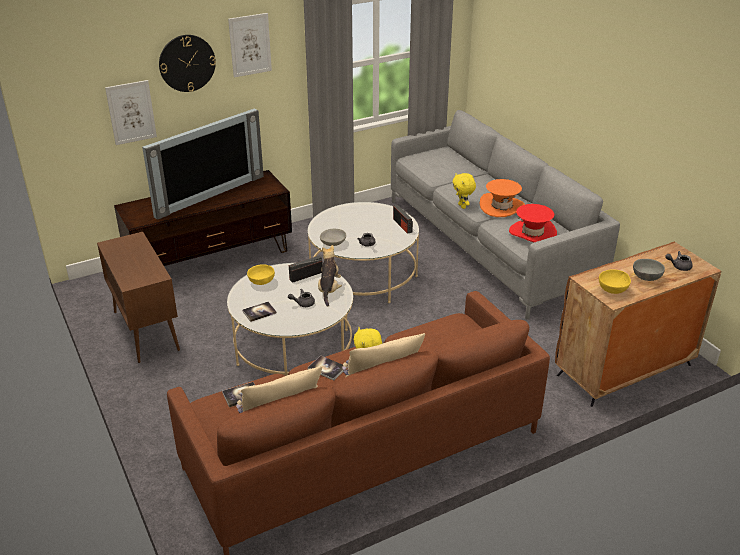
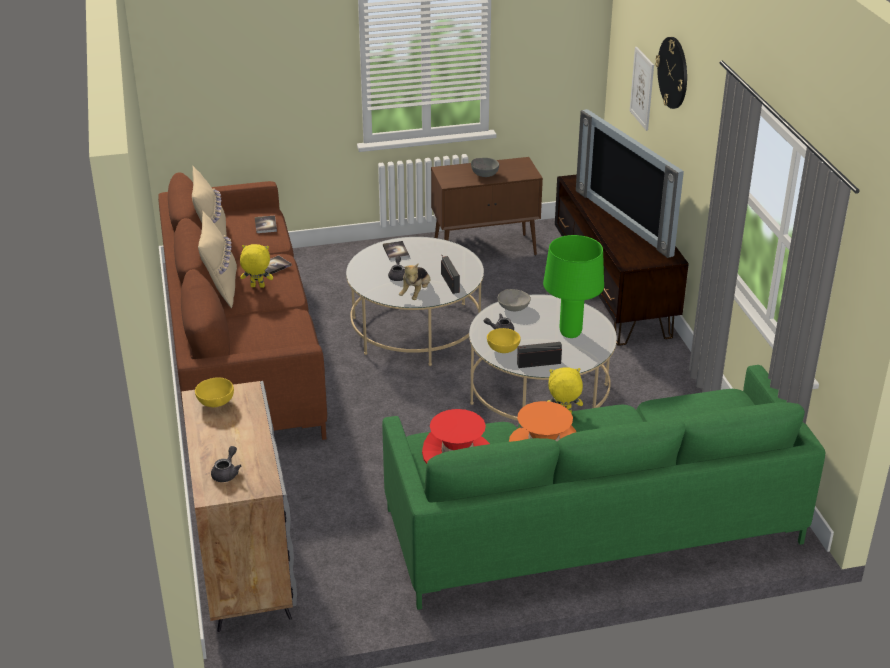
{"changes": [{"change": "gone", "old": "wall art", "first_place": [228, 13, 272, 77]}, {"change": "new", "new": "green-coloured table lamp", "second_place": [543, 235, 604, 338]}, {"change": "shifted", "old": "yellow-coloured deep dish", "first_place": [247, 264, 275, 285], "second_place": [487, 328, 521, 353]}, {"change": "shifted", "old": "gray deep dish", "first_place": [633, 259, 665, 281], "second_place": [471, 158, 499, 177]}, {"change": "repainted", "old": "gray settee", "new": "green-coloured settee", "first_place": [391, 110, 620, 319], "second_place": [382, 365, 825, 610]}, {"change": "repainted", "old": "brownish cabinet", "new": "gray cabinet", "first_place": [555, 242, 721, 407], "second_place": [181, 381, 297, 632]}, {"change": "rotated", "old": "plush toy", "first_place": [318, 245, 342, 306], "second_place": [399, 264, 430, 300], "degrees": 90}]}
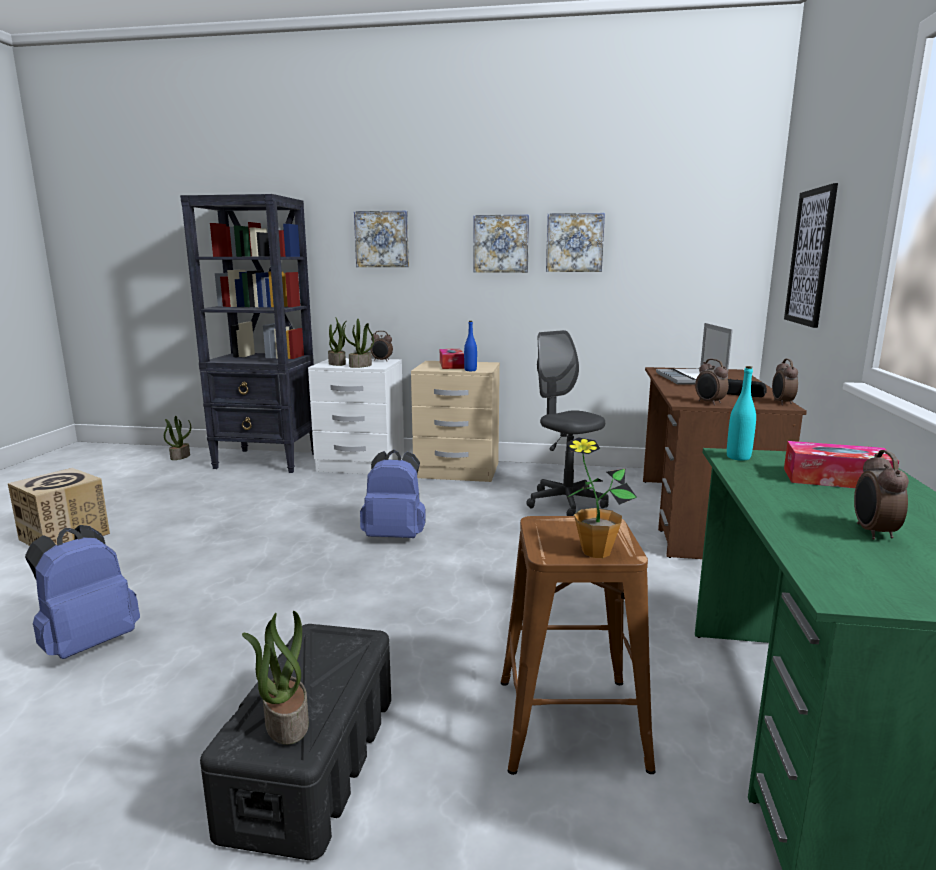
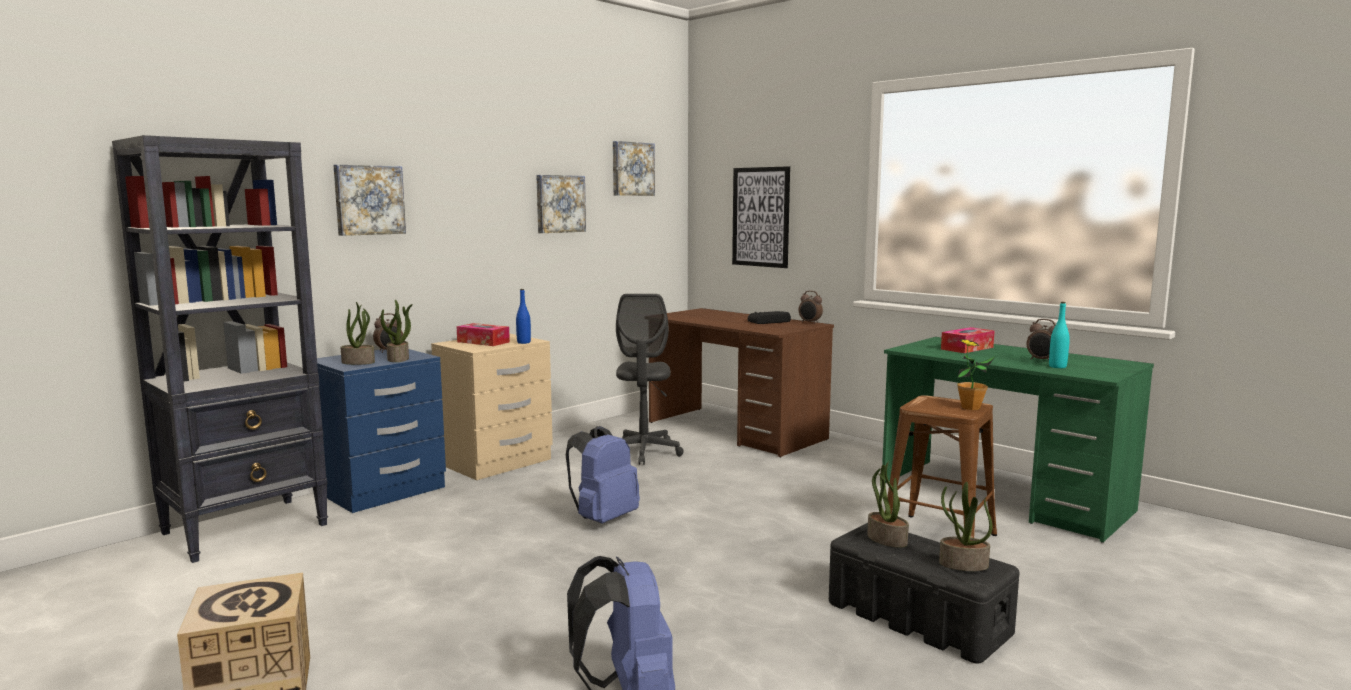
{"changes": [{"change": "gone", "old": "notebook computer", "first_place": [656, 323, 733, 385]}, {"change": "gone", "old": "alarm clock", "first_place": [695, 359, 729, 405]}, {"change": "shifted", "old": "potted plant", "first_place": [164, 416, 191, 460], "second_place": [867, 462, 909, 548]}, {"change": "shifted", "old": "wall art", "first_place": [473, 214, 529, 273], "second_place": [613, 141, 655, 196]}, {"change": "shifted", "old": "turquoise-coloured beverage bottle", "first_place": [727, 366, 756, 461], "second_place": [1049, 302, 1070, 368]}, {"change": "repainted", "old": "white-coloured night table", "new": "bluish night table", "first_place": [308, 358, 404, 474], "second_place": [317, 349, 446, 513]}, {"change": "rotated", "old": "gray office chair", "first_place": [526, 330, 609, 516], "second_place": [616, 294, 684, 465], "degrees": -90}]}
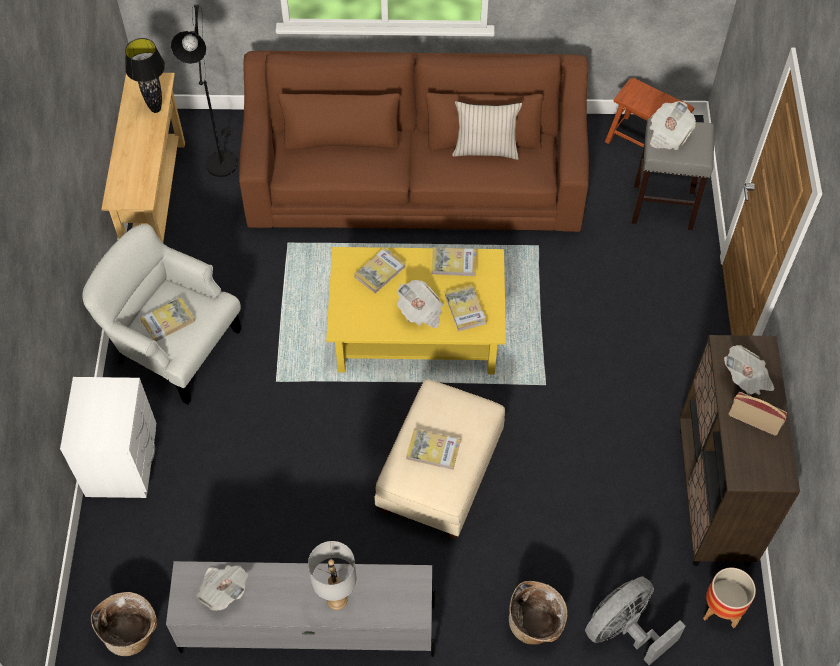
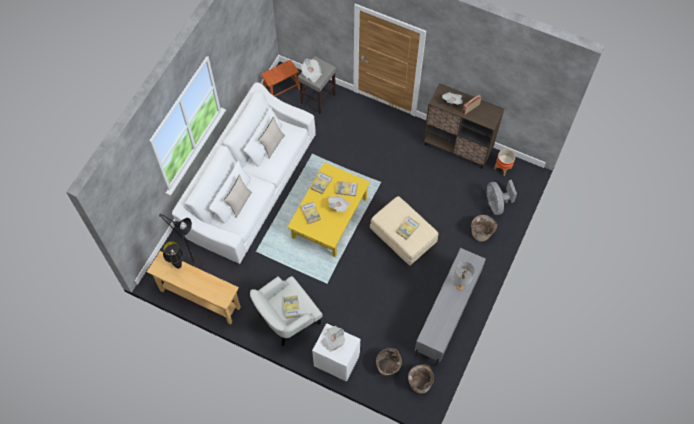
{"changes": [{"change": "new", "new": "beige cushion", "second_place": [224, 174, 252, 218]}, {"change": "new", "new": "storage basket", "second_place": [376, 348, 402, 376]}, {"change": "shifted", "old": "newspaper", "first_place": [196, 565, 248, 611], "second_place": [321, 326, 345, 352]}, {"change": "repainted", "old": "brownish settee", "new": "white-coloured settee", "first_place": [239, 51, 589, 232], "second_place": [172, 82, 316, 264]}]}
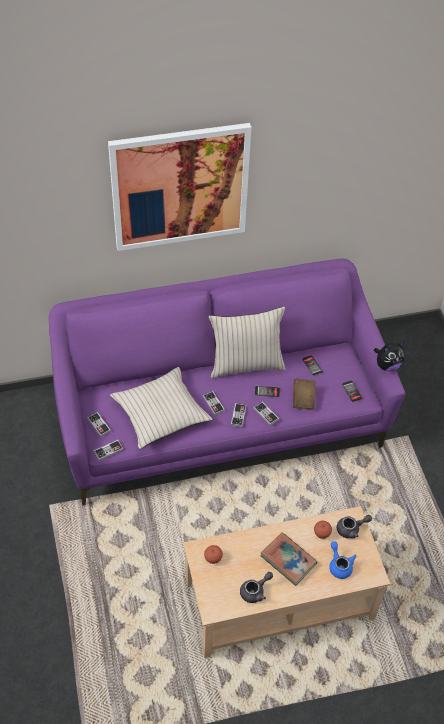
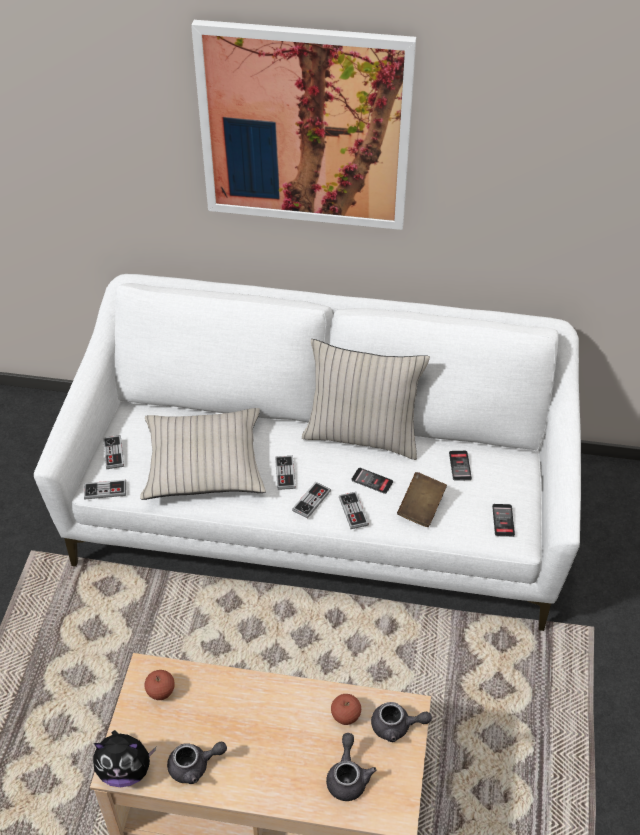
{"changes": [{"change": "gone", "old": "volume", "first_place": [261, 532, 317, 586]}, {"change": "shifted", "old": "plush toy", "first_place": [374, 342, 405, 371], "second_place": [93, 730, 156, 787]}, {"change": "repainted", "old": "purple-coloured settee", "new": "white-coloured settee", "first_place": [48, 259, 405, 506], "second_place": [34, 274, 581, 631]}, {"change": "repainted", "old": "bluish teapot", "new": "gray teapot", "first_place": [329, 541, 357, 579], "second_place": [326, 733, 376, 801]}]}
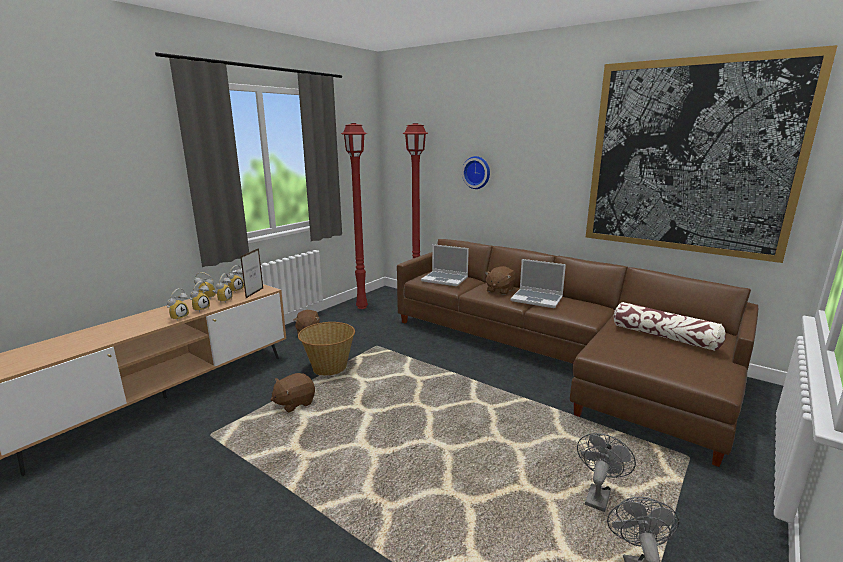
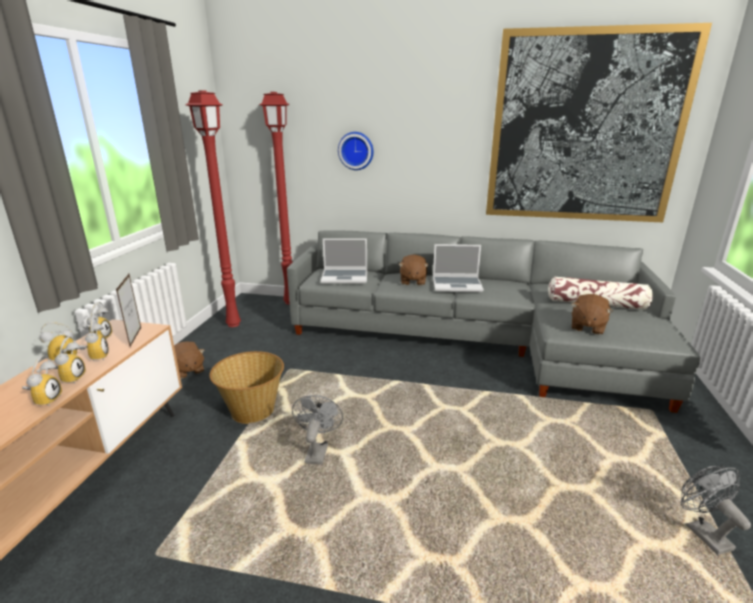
{"changes": [{"change": "shifted", "old": "brownish plush toy", "first_place": [271, 373, 315, 412], "second_place": [571, 294, 613, 335]}, {"change": "shifted", "old": "gray fan", "first_place": [577, 433, 636, 512], "second_place": [292, 395, 343, 465]}, {"change": "repainted", "old": "brownish settee", "new": "gray settee", "first_place": [397, 239, 758, 467], "second_place": [287, 230, 700, 413]}]}
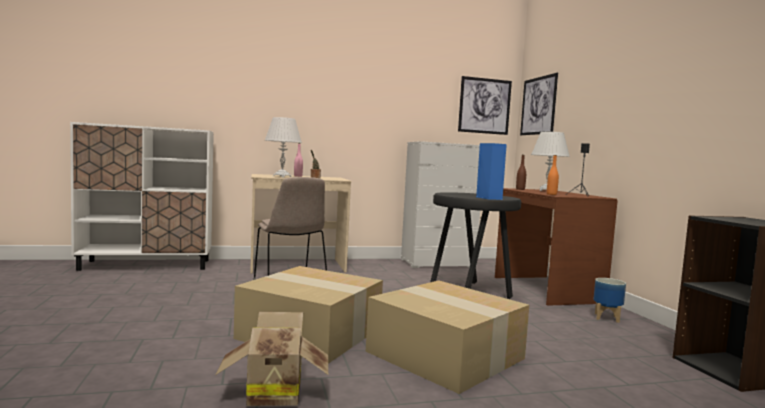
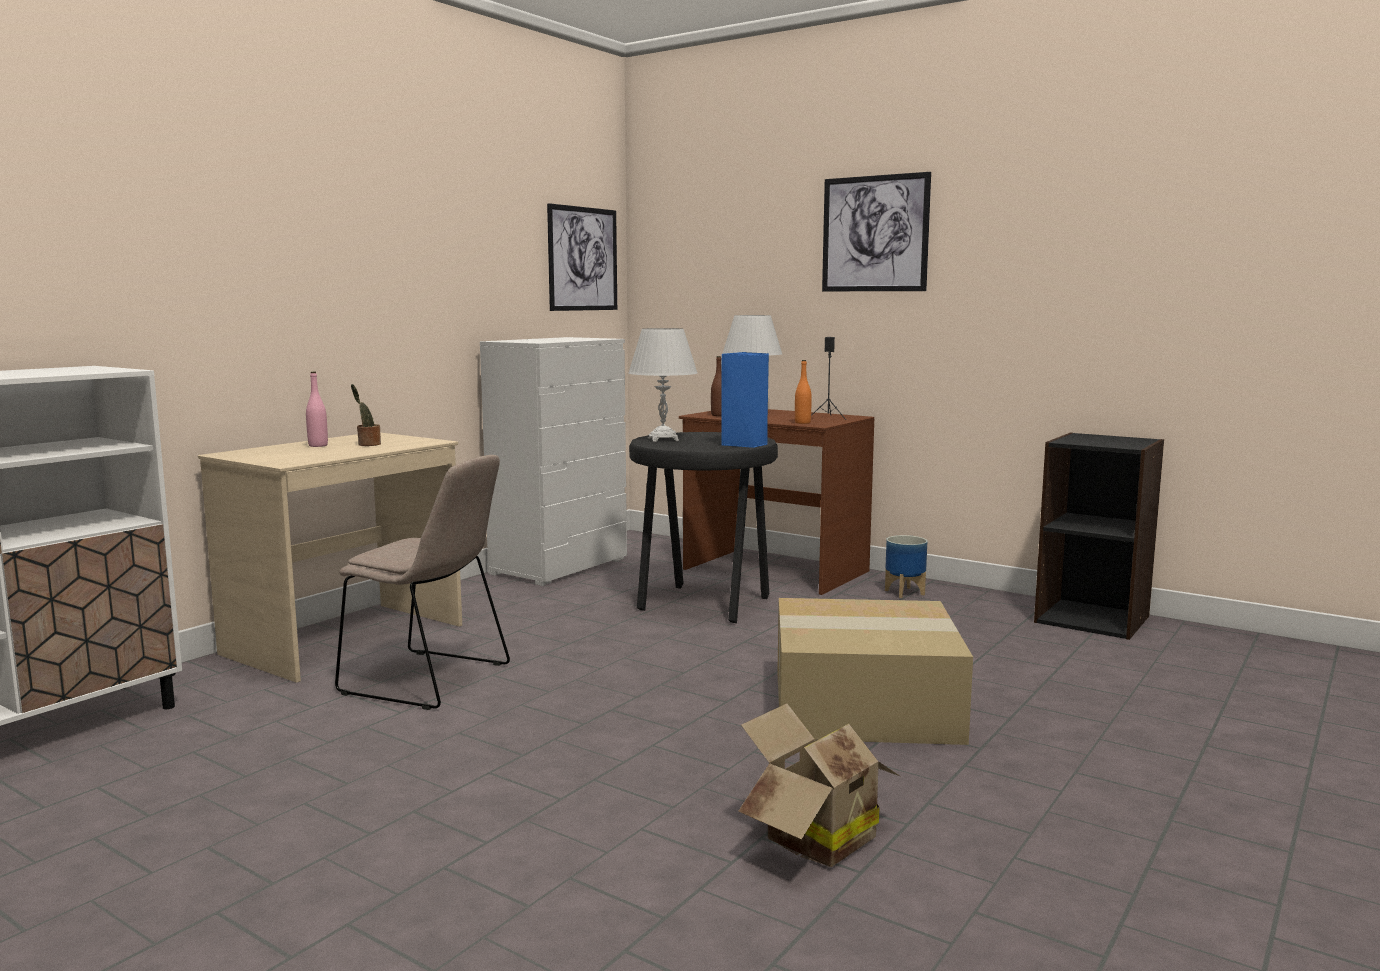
{"changes": [{"change": "gone", "old": "packing box", "first_place": [234, 266, 383, 364]}, {"change": "shifted", "old": "white-coloured table lamp", "first_place": [265, 117, 302, 177], "second_place": [628, 328, 697, 442]}, {"change": "shifted", "old": "wall art", "first_place": [520, 73, 558, 135], "second_place": [822, 172, 931, 291]}]}
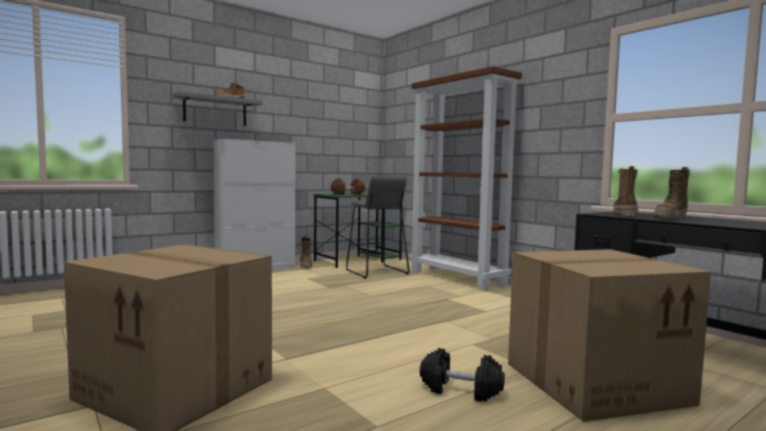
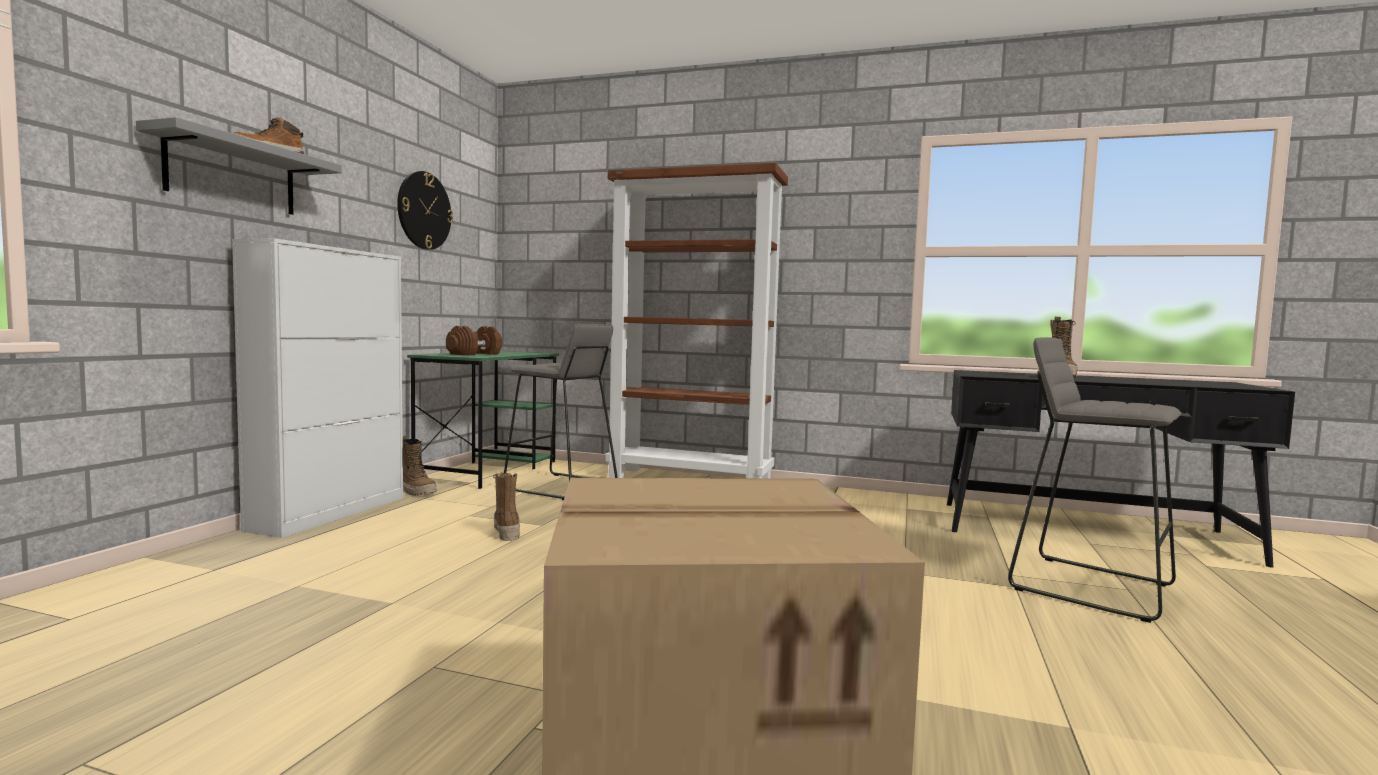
{"changes": [{"change": "gone", "old": "blackish free weight", "first_place": [420, 348, 505, 402]}, {"change": "new", "new": "clock on the wall", "second_place": [397, 171, 453, 250]}, {"change": "shifted", "old": "high-top boot", "first_place": [613, 166, 638, 216], "second_place": [493, 473, 520, 541]}, {"change": "swapped", "old": "packing box", "new": "gray stool", "first_place": [508, 249, 711, 422], "second_place": [1008, 337, 1181, 623]}]}
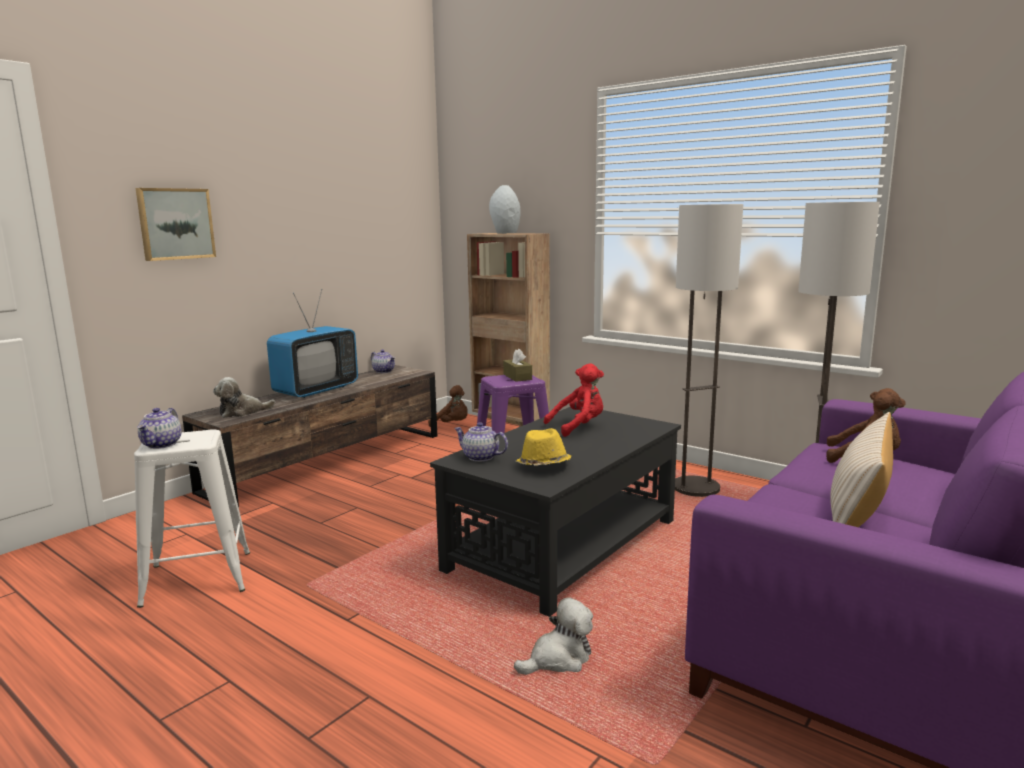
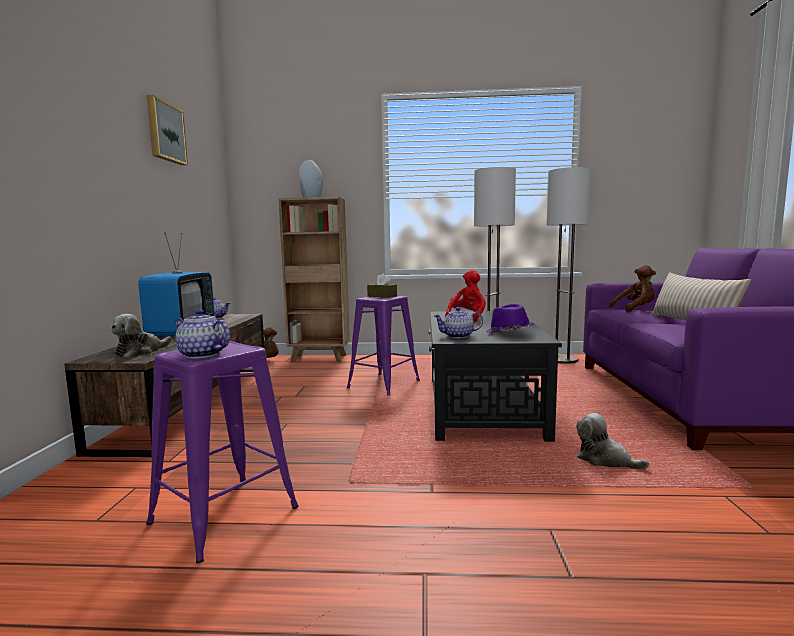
{"changes": [{"change": "shifted", "old": "wall art", "first_place": [136, 188, 216, 261], "second_place": [147, 95, 188, 165]}, {"change": "repainted", "old": "white-coloured stool", "new": "purple-coloured stool", "first_place": [134, 429, 250, 608], "second_place": [146, 341, 298, 563]}, {"change": "repainted", "old": "yellow-coloured clothing hat", "new": "purple-coloured clothing hat", "first_place": [516, 428, 572, 466], "second_place": [486, 304, 533, 333]}, {"change": "rotated", "old": "teapot", "first_place": [137, 408, 181, 449], "second_place": [174, 310, 230, 359], "degrees": 150}, {"change": "rotated", "old": "plush toy", "first_place": [514, 598, 593, 675], "second_place": [576, 413, 649, 470], "degrees": -75}]}
